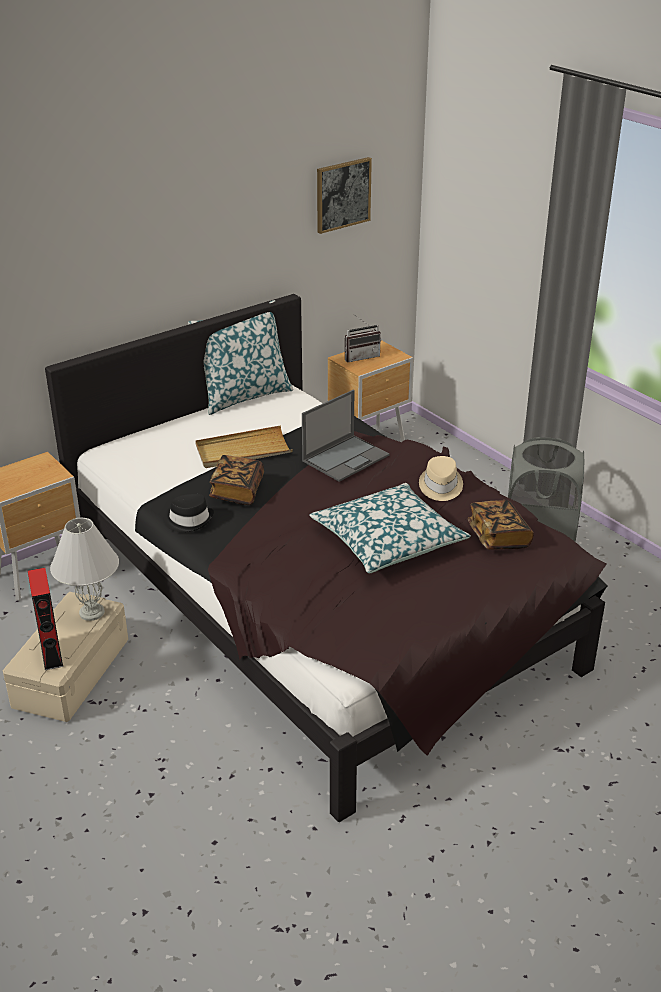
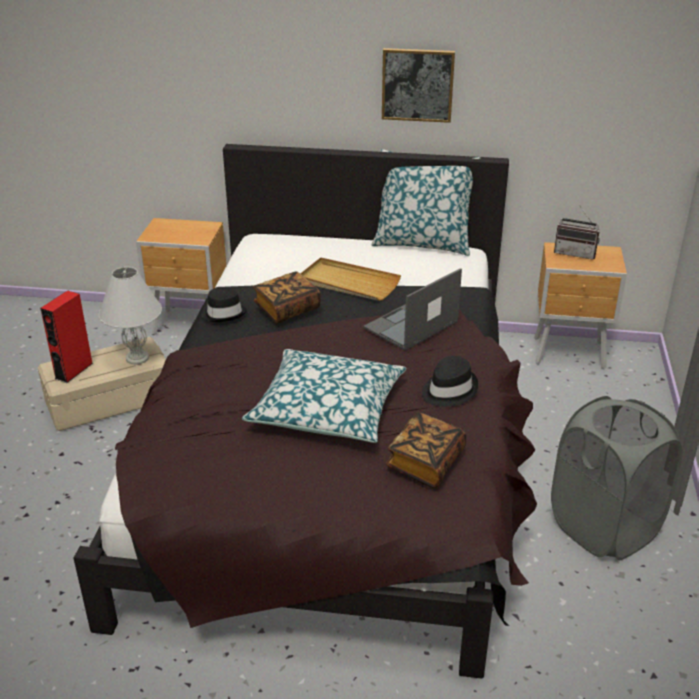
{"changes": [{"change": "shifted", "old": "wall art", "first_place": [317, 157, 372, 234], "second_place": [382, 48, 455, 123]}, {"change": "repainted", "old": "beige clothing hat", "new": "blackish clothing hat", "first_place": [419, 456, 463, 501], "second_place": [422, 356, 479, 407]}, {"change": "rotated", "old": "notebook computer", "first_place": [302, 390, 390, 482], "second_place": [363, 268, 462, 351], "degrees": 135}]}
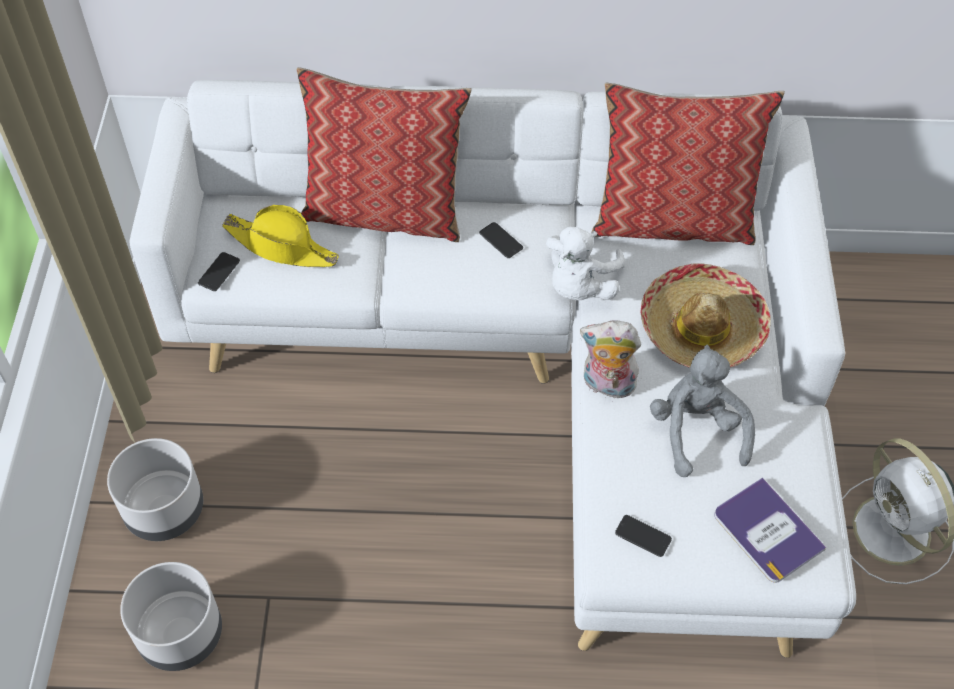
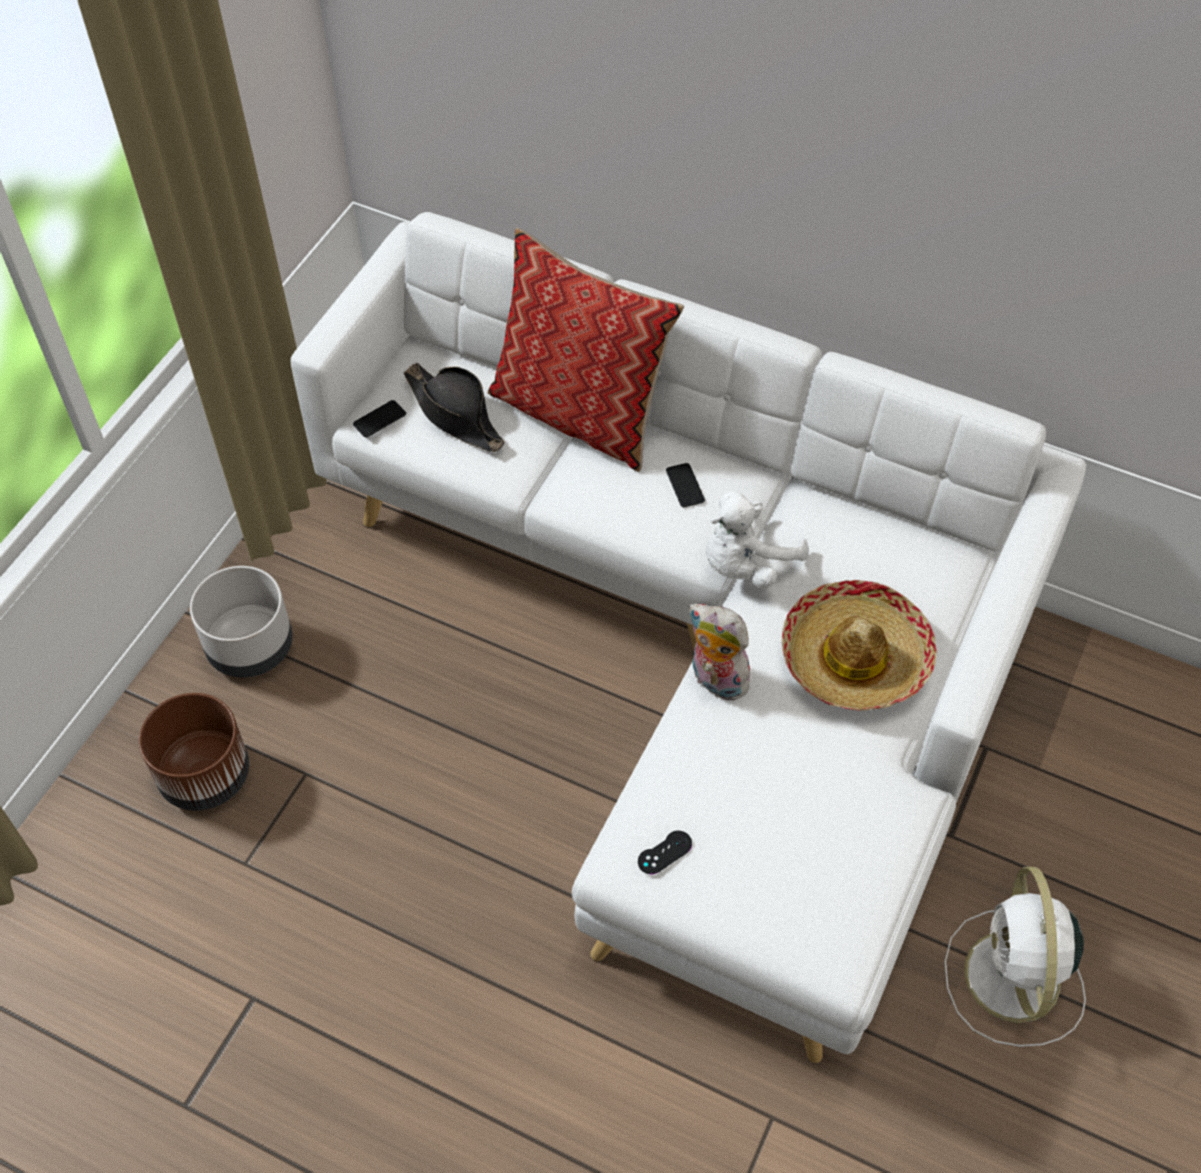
{"changes": [{"change": "gone", "old": "cushion", "first_place": [591, 83, 785, 245]}, {"change": "gone", "old": "gray plush toy", "first_place": [650, 344, 755, 477]}, {"change": "gone", "old": "volume", "first_place": [714, 477, 826, 583]}, {"change": "swapped", "old": "telephone", "new": "blackish gamepad", "first_place": [615, 515, 672, 557], "second_place": [638, 831, 692, 874]}, {"change": "repainted", "old": "gray planter", "new": "brownish planter", "first_place": [120, 562, 222, 671], "second_place": [139, 693, 249, 811]}, {"change": "repainted", "old": "yellow-coloured clothing hat", "new": "blackish clothing hat", "first_place": [222, 205, 339, 267], "second_place": [404, 363, 505, 452]}]}
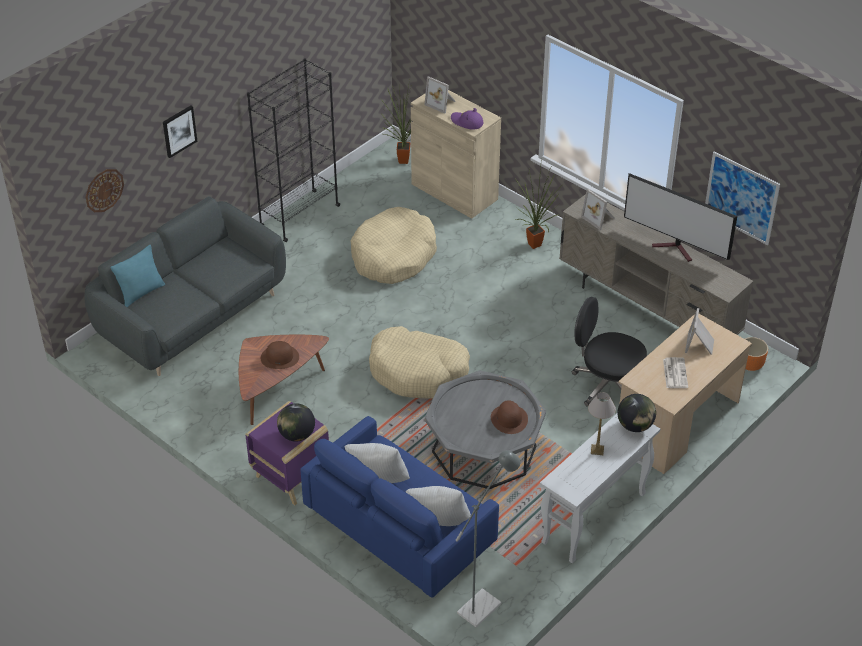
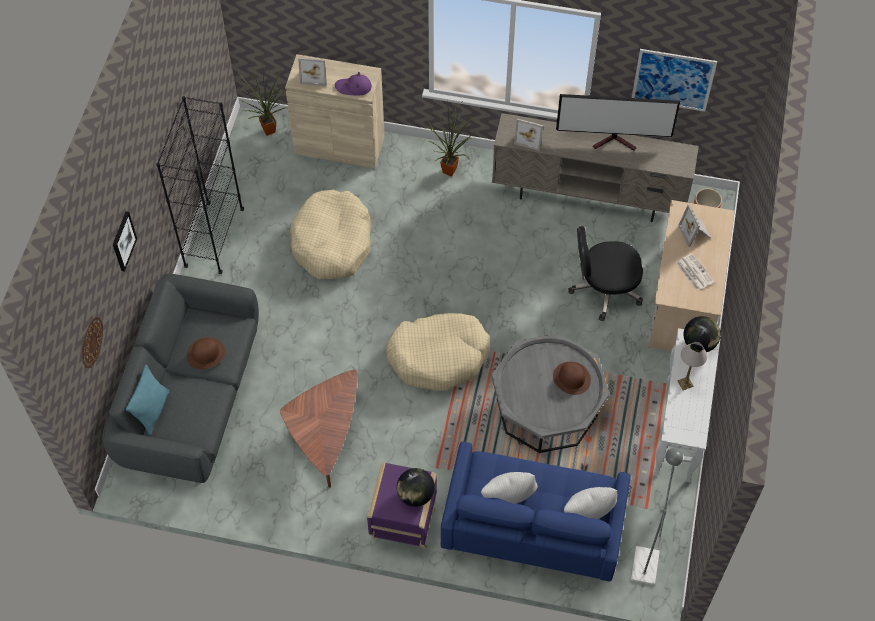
{"changes": [{"change": "shifted", "old": "brownish clothing hat", "first_place": [261, 341, 299, 369], "second_place": [187, 337, 225, 369]}]}
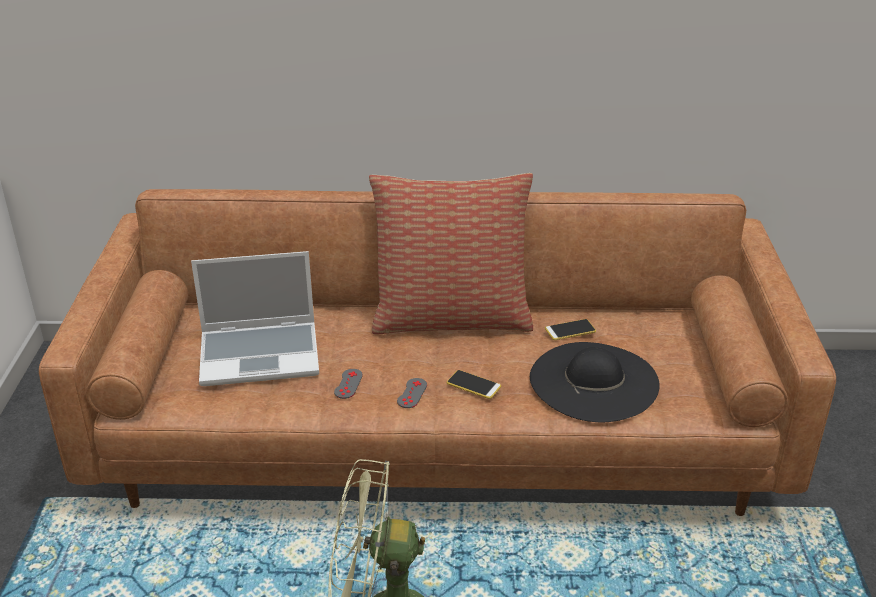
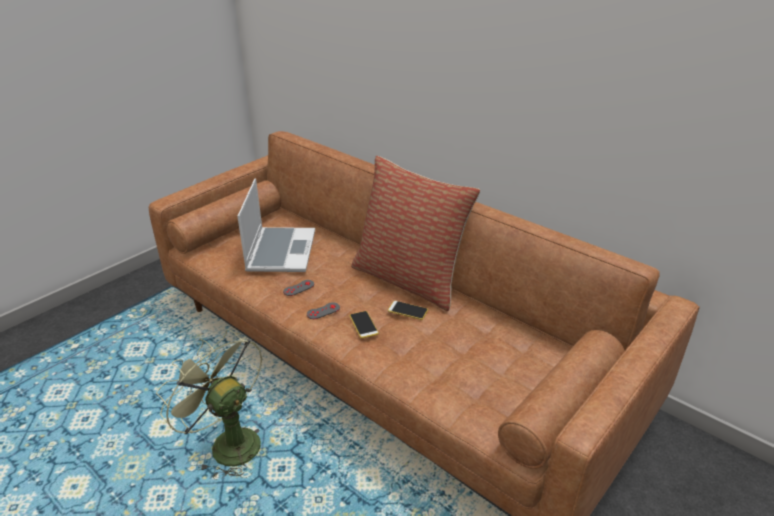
{"changes": [{"change": "gone", "old": "blackish clothing hat", "first_place": [530, 342, 660, 423]}, {"change": "shifted", "old": "telephone", "first_place": [545, 319, 596, 340], "second_place": [388, 301, 428, 320]}, {"change": "rotated", "old": "notebook computer", "first_place": [191, 251, 319, 386], "second_place": [237, 178, 315, 272], "degrees": -120}]}
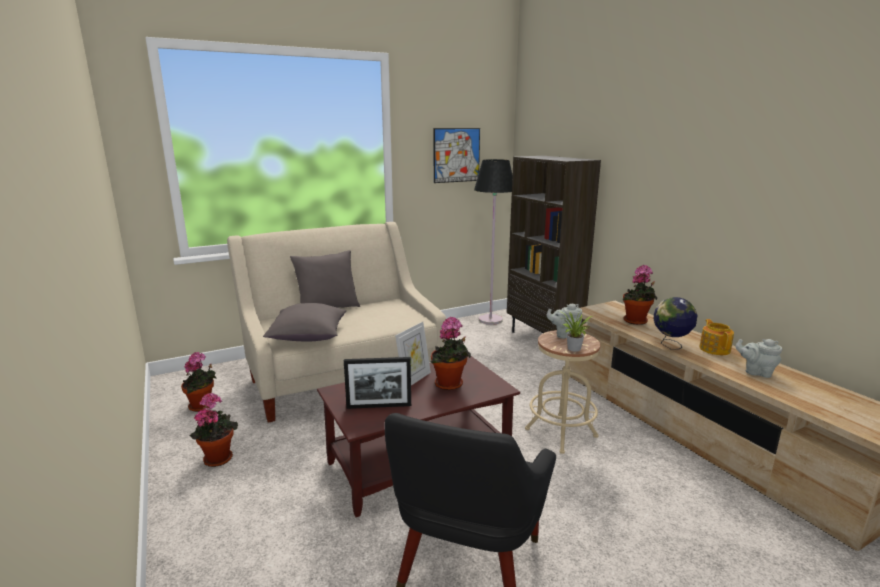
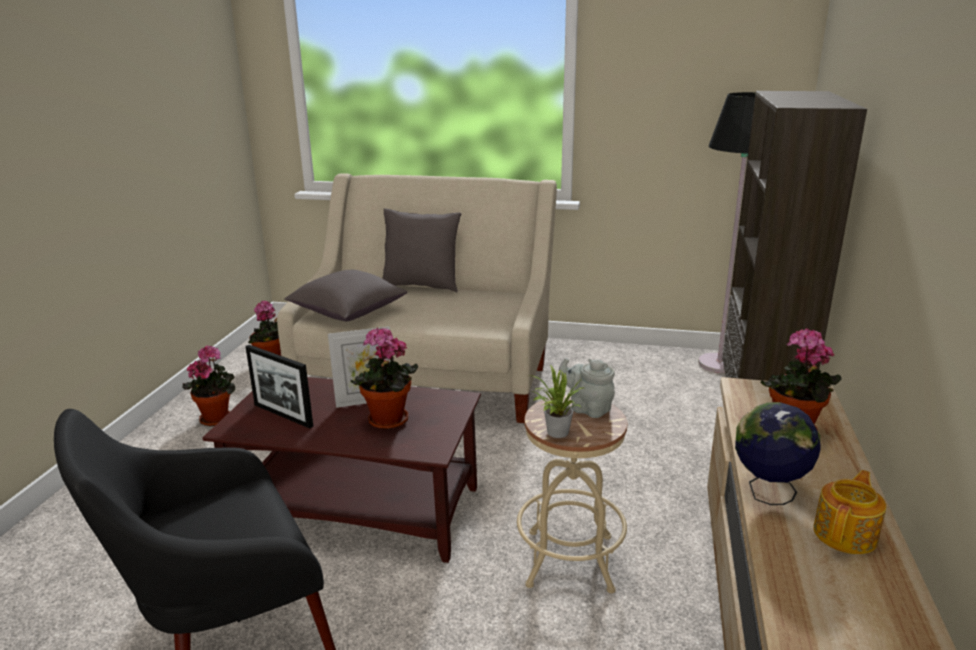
{"changes": [{"change": "gone", "old": "wall art", "first_place": [433, 128, 480, 183]}, {"change": "gone", "old": "gray teapot", "first_place": [736, 339, 782, 378]}]}
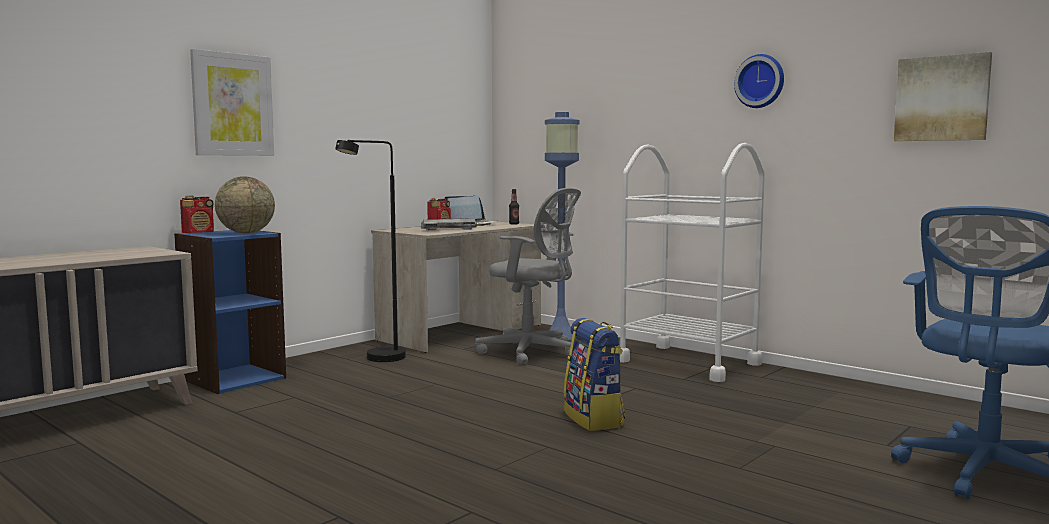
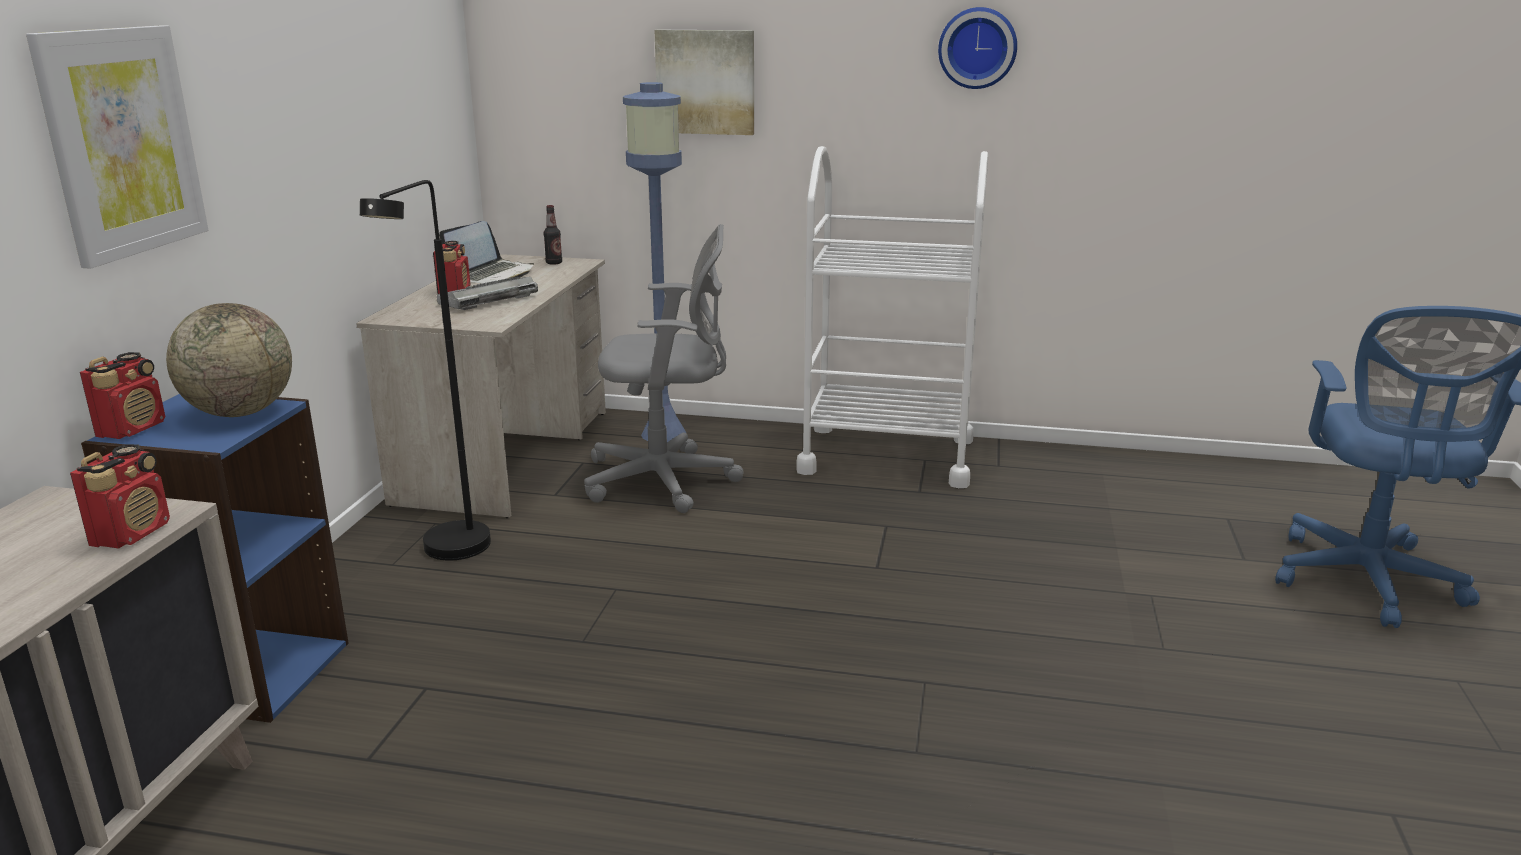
{"changes": [{"change": "gone", "old": "knapsack", "first_place": [564, 318, 626, 431]}, {"change": "new", "new": "radio receiver", "second_place": [70, 444, 170, 549]}, {"change": "shifted", "old": "wall art", "first_place": [894, 52, 992, 141], "second_place": [654, 29, 754, 135]}]}
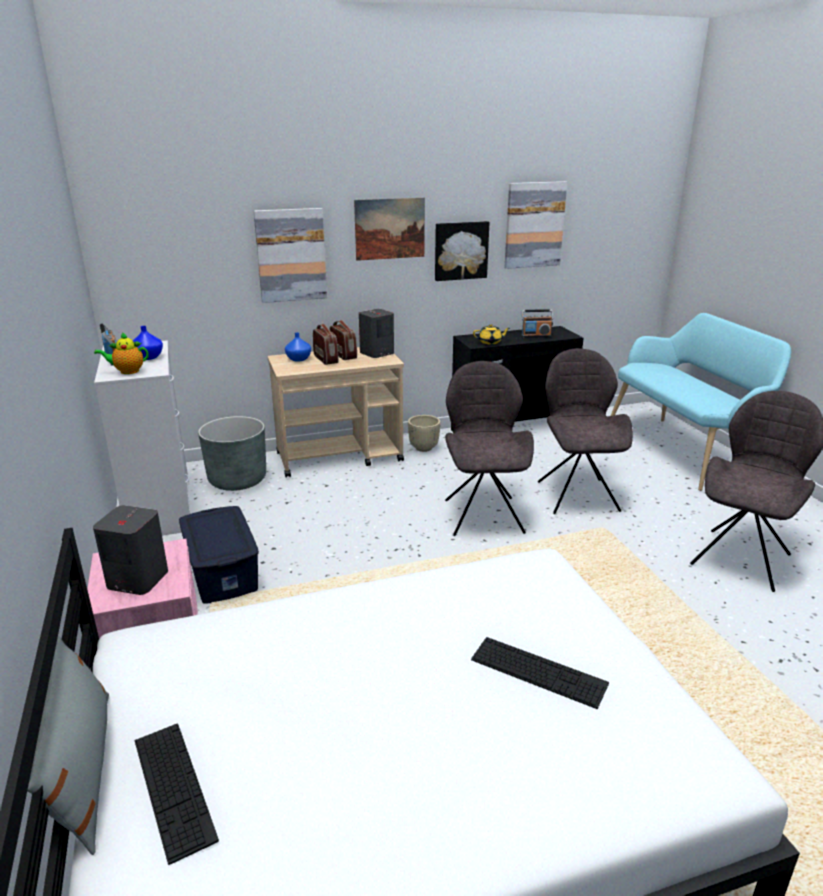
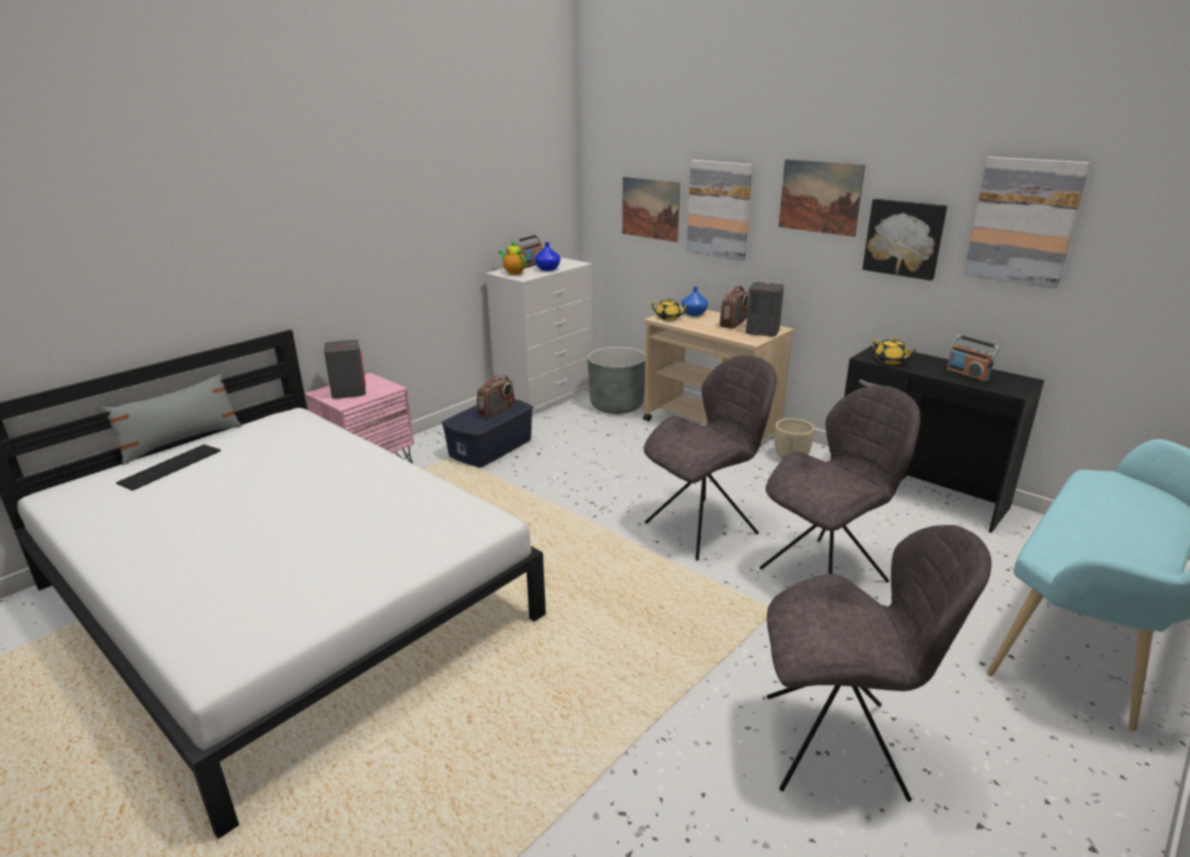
{"changes": [{"change": "gone", "old": "keyboard", "first_place": [471, 637, 609, 709]}, {"change": "new", "new": "wall art", "second_place": [622, 177, 680, 242]}, {"change": "new", "new": "yellow-coloured teapot", "second_place": [651, 298, 690, 320]}, {"change": "shifted", "old": "radio receiver", "first_place": [313, 324, 339, 365], "second_place": [477, 375, 515, 418]}]}
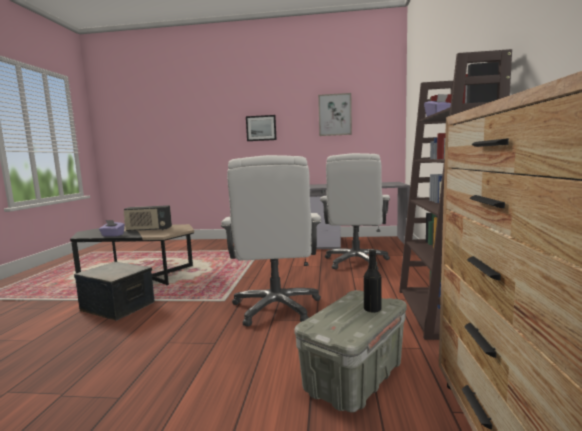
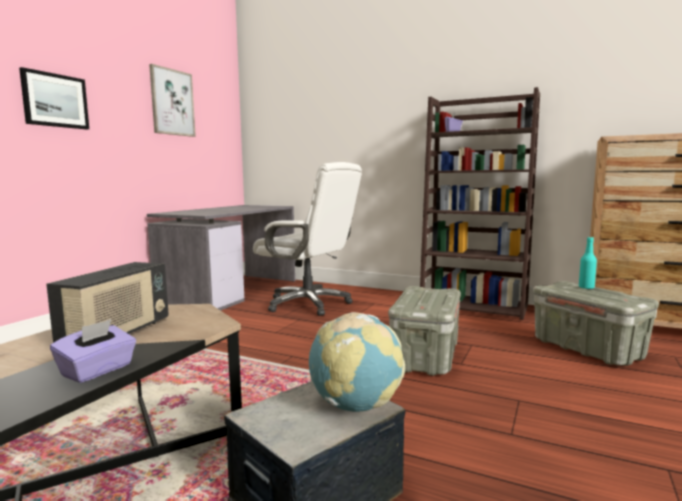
{"changes": [{"change": "new", "new": "world globe", "second_place": [309, 312, 405, 412]}, {"change": "swapped", "old": "white-coloured office chair", "new": "gray storage box", "first_place": [221, 155, 321, 327], "second_place": [388, 286, 461, 376]}, {"change": "repainted", "old": "blackish beverage bottle", "new": "turquoise-coloured beverage bottle", "first_place": [364, 249, 381, 313], "second_place": [579, 237, 597, 289]}]}
